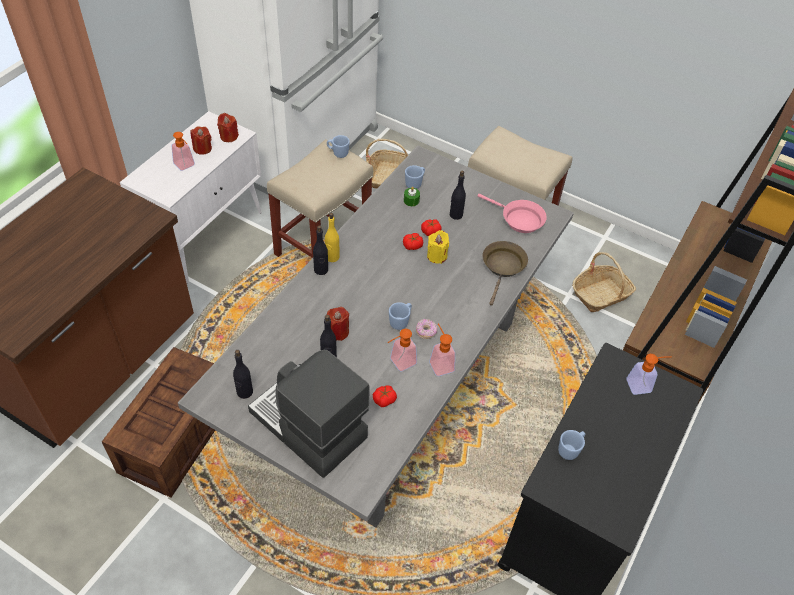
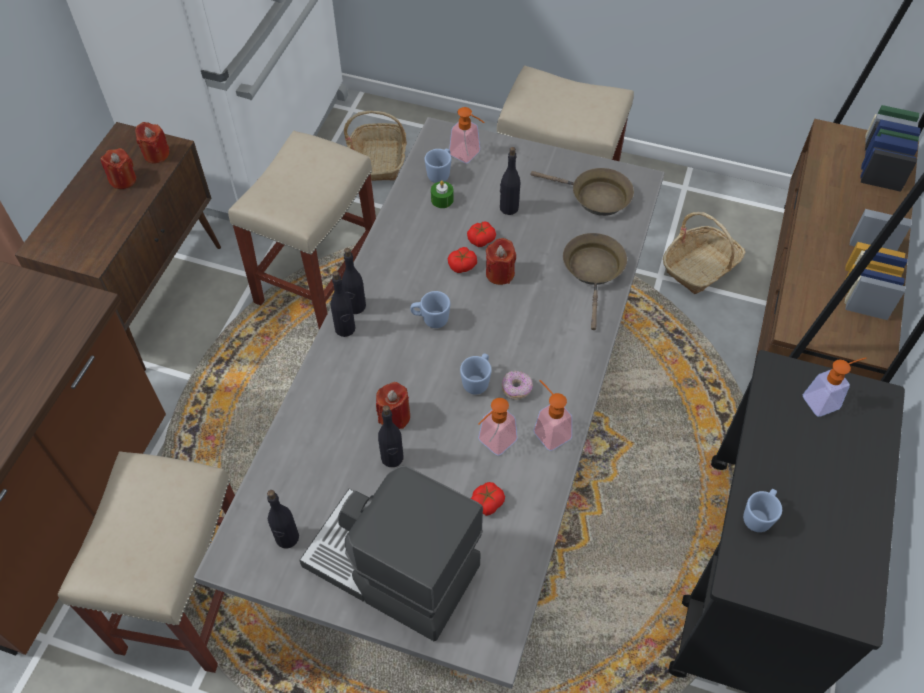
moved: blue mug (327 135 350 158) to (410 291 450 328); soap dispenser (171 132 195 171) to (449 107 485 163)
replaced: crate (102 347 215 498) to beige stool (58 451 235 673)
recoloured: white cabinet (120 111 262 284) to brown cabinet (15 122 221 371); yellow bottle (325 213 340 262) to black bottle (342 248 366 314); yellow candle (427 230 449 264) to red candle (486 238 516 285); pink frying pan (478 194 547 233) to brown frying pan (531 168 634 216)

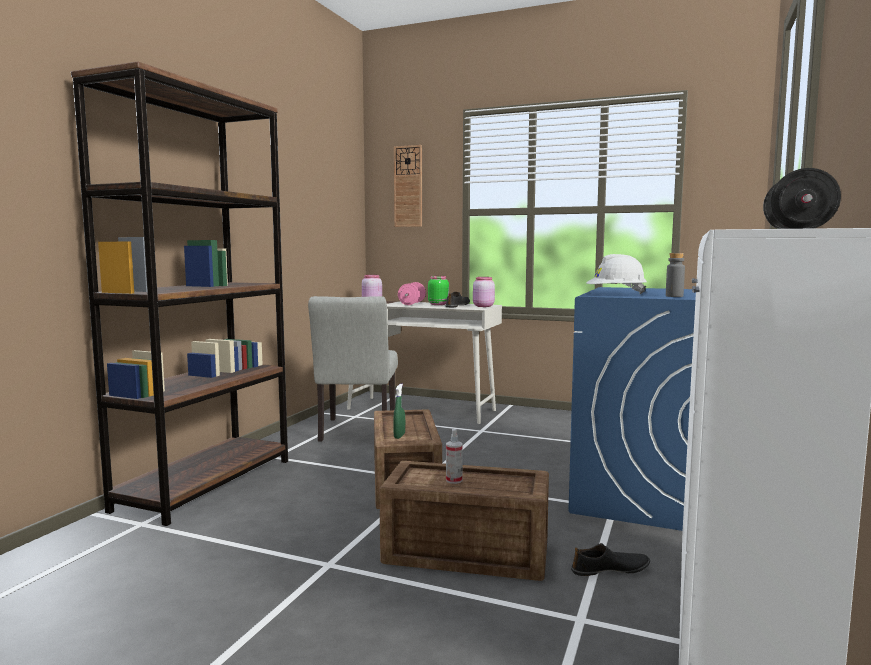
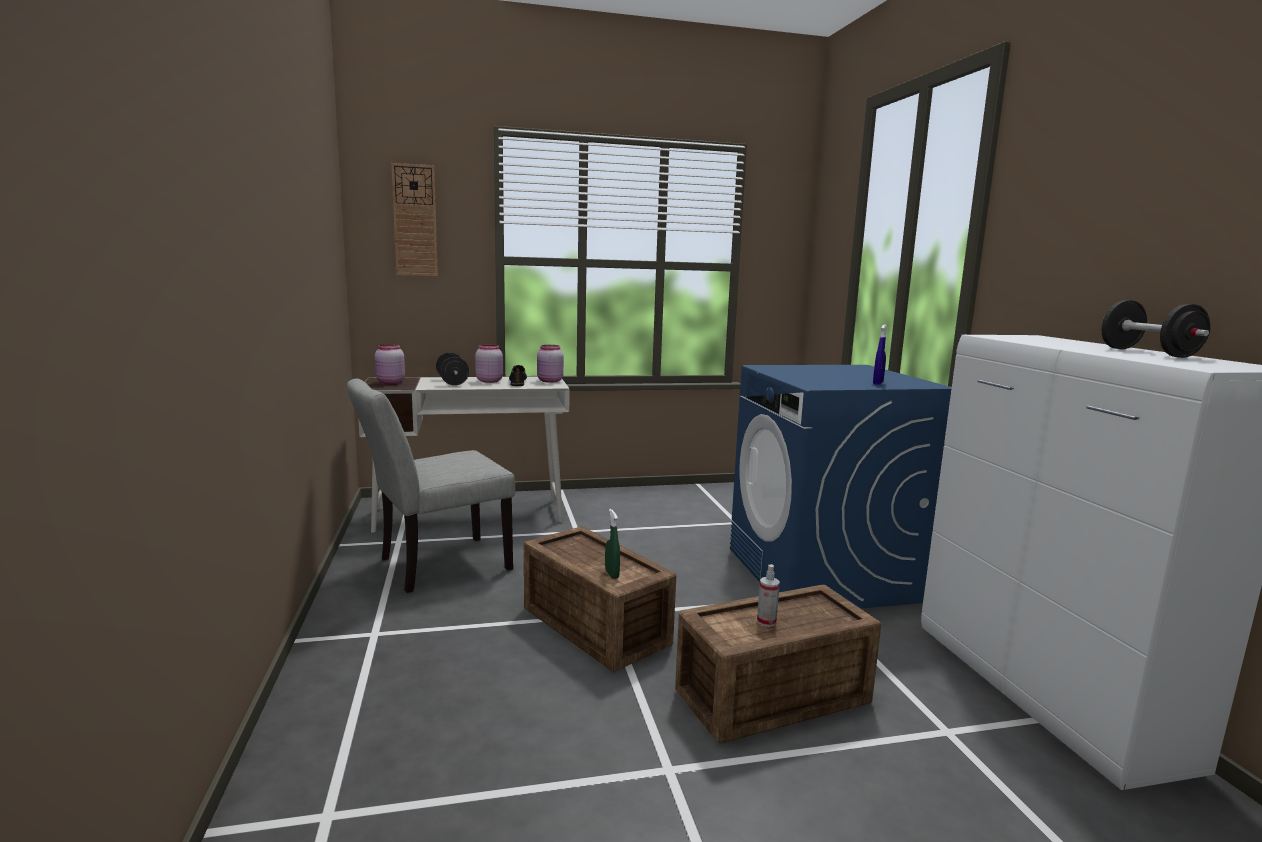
removed: brown bookcase (71 61 288 526); black shoe (571 543 650 576); white hard hat (586 254 647 294)
replaced: grey bottle (666 253 685 297) to blue spray bottle (873 324 887 385)
recoloured: pink dumbbell (398 282 426 305) to black dumbbell (436 352 469 385); green jar (428 276 449 305) to pink jar (475 344 503 383)
turned: grey chair (308 296 398 442) = (347 379 515 593) 90 degrees clockwise

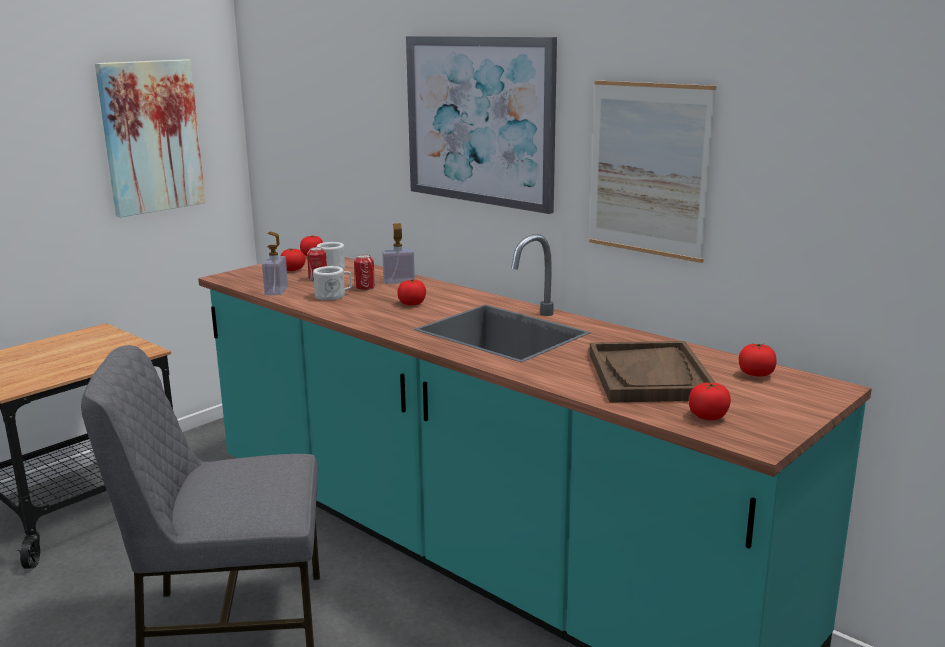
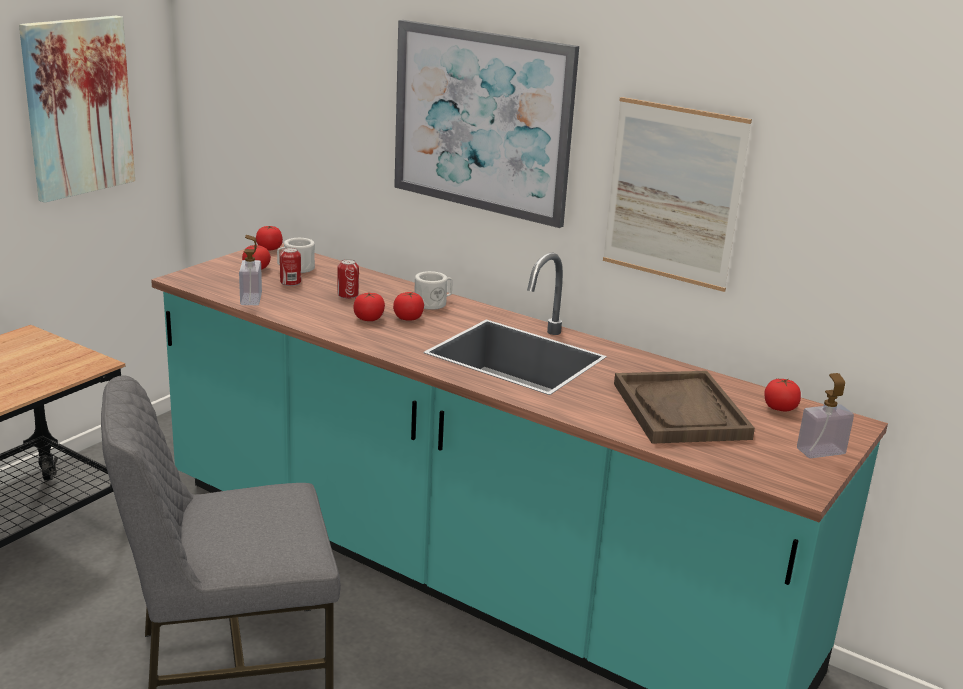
moved: tomato (689 382 731 420) to (353 293 385 321); white mug (313 266 352 300) to (414 271 453 310); soap dispenser (382 223 415 284) to (797 373 854 458)

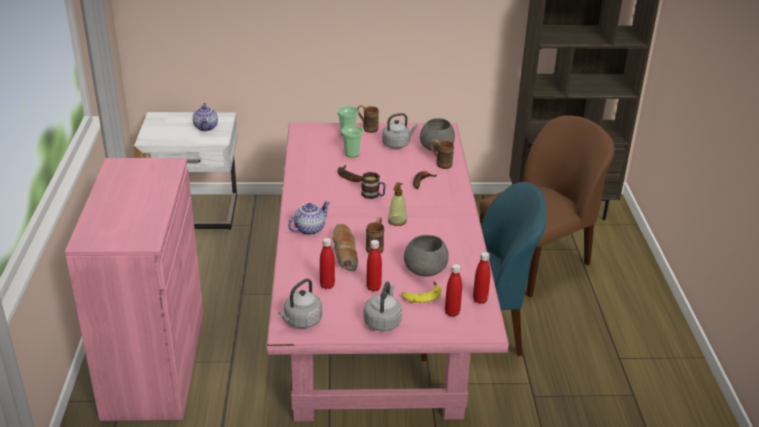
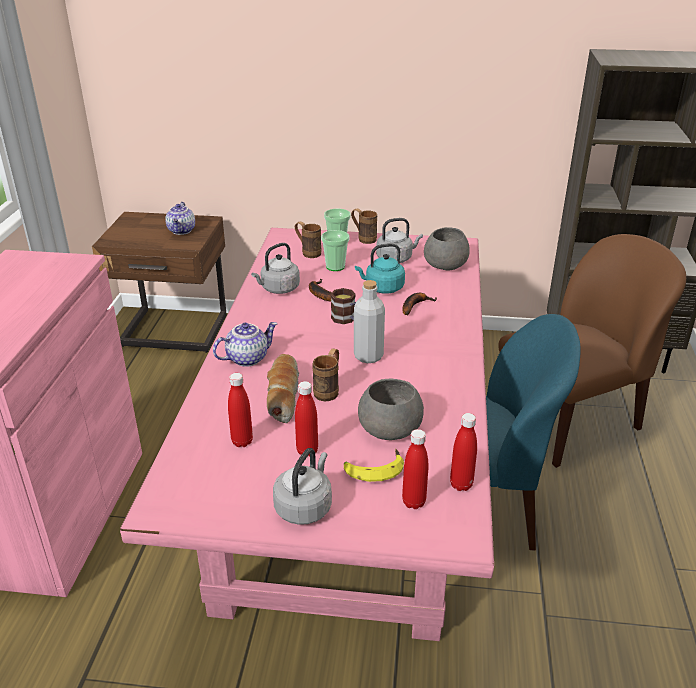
added: turquoise kettle (355 243 405 294)
moved: grey kettle (278 279 322 328) to (251 243 300 294); brown mug (430 139 454 169) to (295 222 321 258)
replaced: soap dispenser (388 182 407 226) to grey bottle (354 280 385 363)
recoloured: white nightstand (134 112 238 230) to brown nightstand (92 212 227 353)

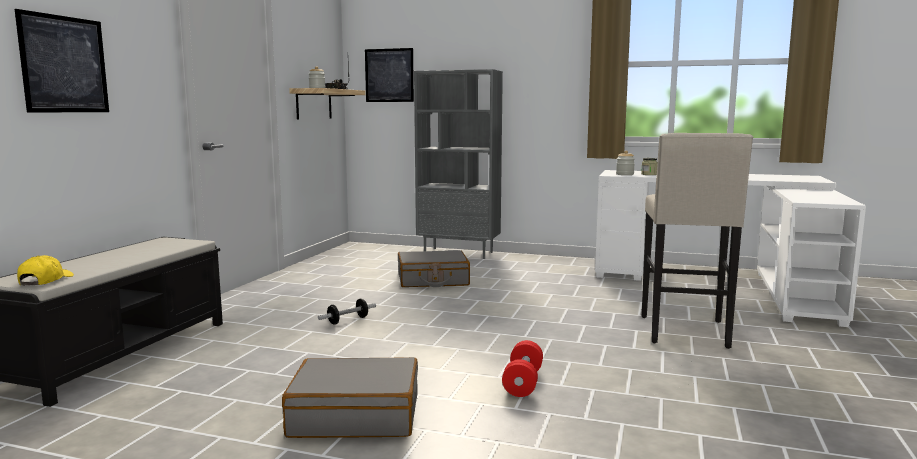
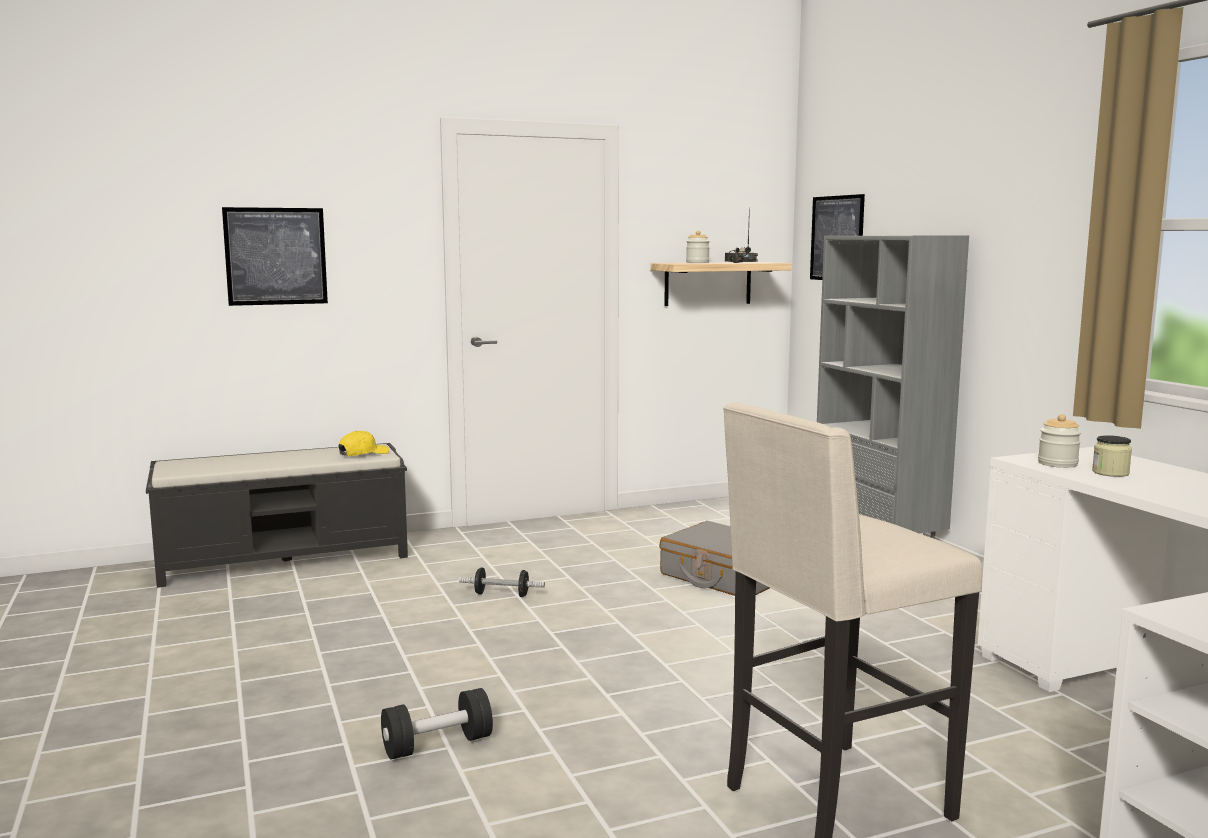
removed: grey suitcase (282 357 418 438)
moved: yellow cap (17 255 74 286) to (338 430 389 456)
recoloured: red dumbbell (502 340 543 397) to black dumbbell (381 688 493 760)

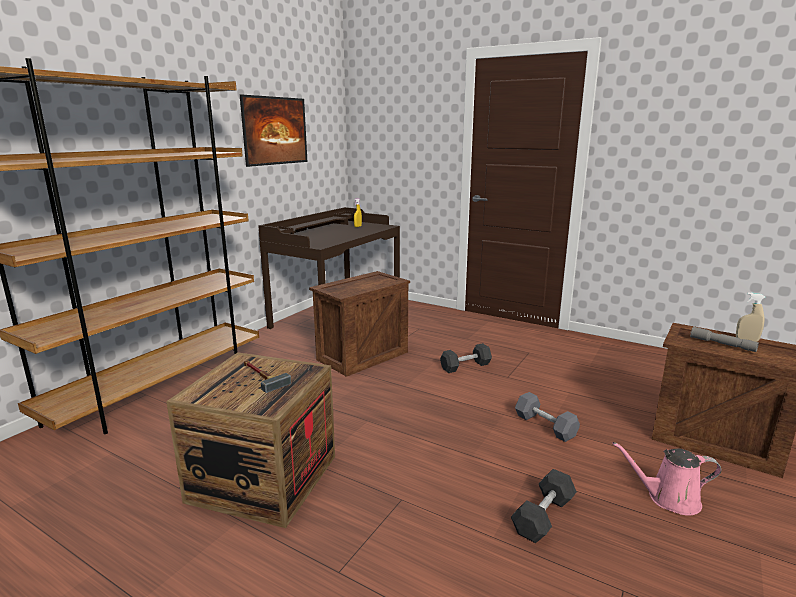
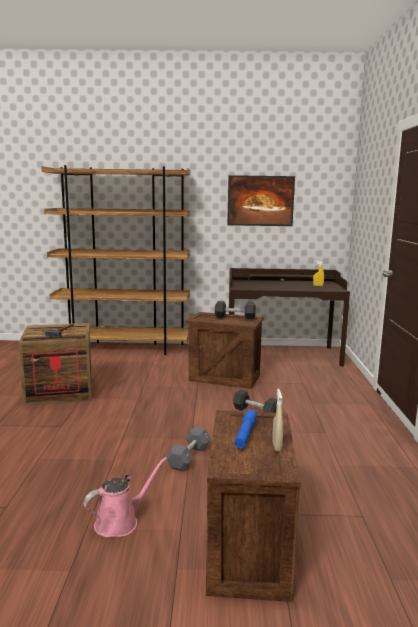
moved: black dumbbell (511 469 577 543) to (215 301 256 319)
recoloured: grey flashlight (690 326 759 352) to blue flashlight (235 410 257 448)
turned: pink watering can (612 442 721 516) = (84 457 167 537) 75 degrees clockwise

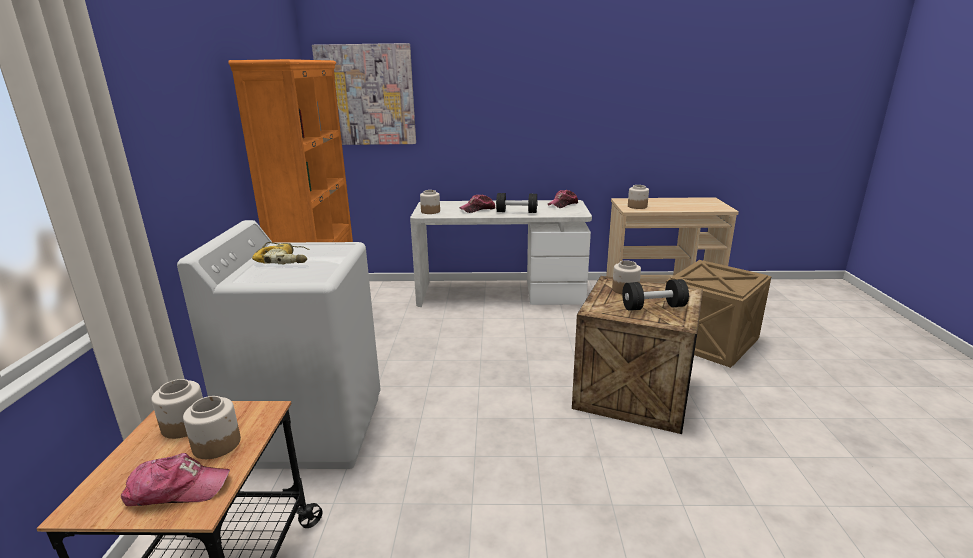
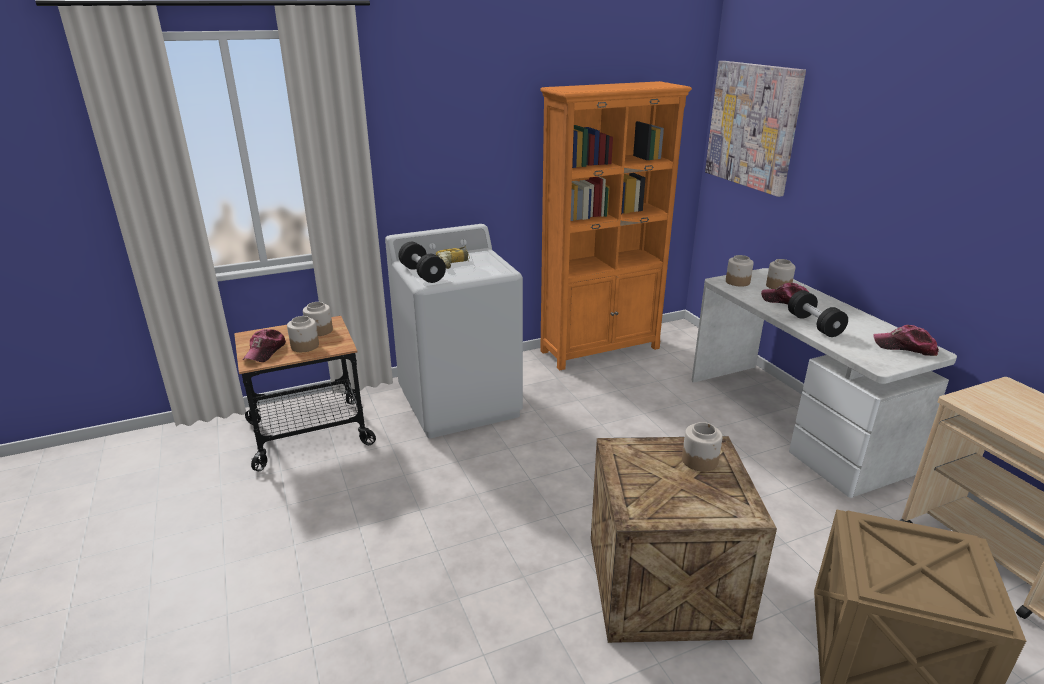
moved: black dumbbell (622 279 689 311) to (398 242 446 283); jar (628 185 649 209) to (766 259 795 289)
turned: cap (121 453 230 506) = (242 329 286 362) 45 degrees clockwise

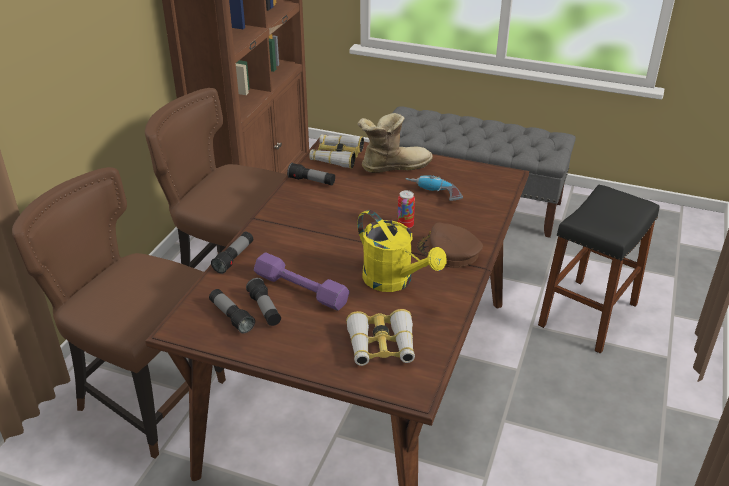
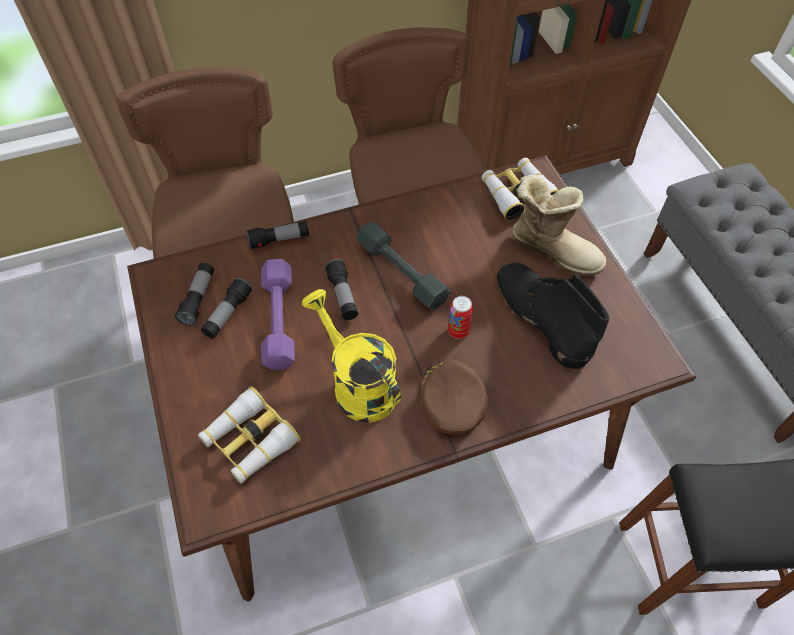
added: grey dumbbell (356 221 451 310)
moved: flashlight (287 163 335 185) to (325 259 358 320)
replaced: power drill (406 175 463 201) to black boot (497 263 610 369)
turned: yellow watering can (357 210 447 292) = (302 289 401 423) 135 degrees clockwise

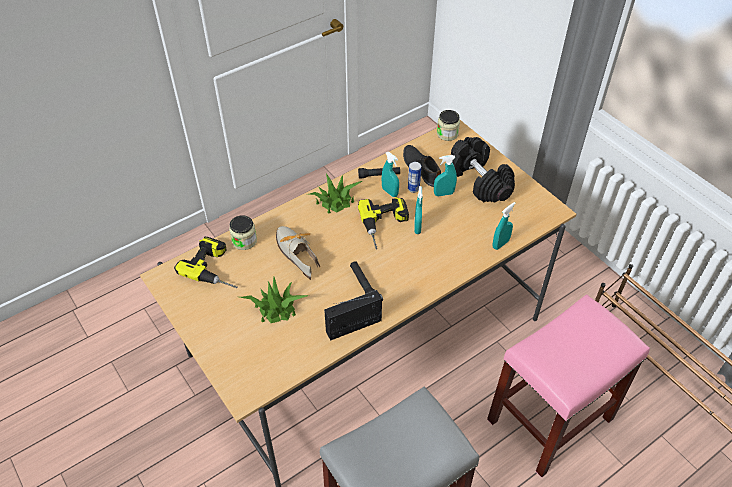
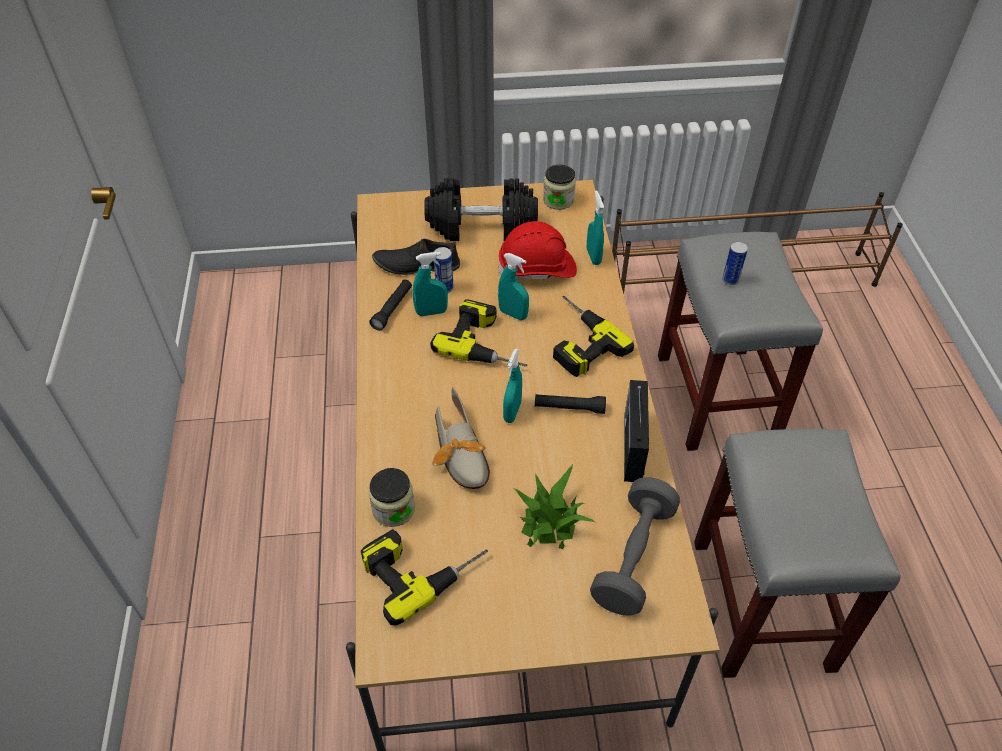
removed: potted plant (306 173 362 214)
added: red hard hat (498 221 577 280); power drill (553 296 634 377); grey dumbbell (590 477 680 616); can (722 241 748 285)
moved: turquoise spray bottle (434 155 457 196) to (503 349 522 423); jar (437 110 460 141) to (543 165 576 210)
recoloured: pink stool (487 294 650 478) to grey stool (658 232 823 451)
turned: shoe (276 226 320 280) = (432 387 490 489) 105 degrees counterclockwise

